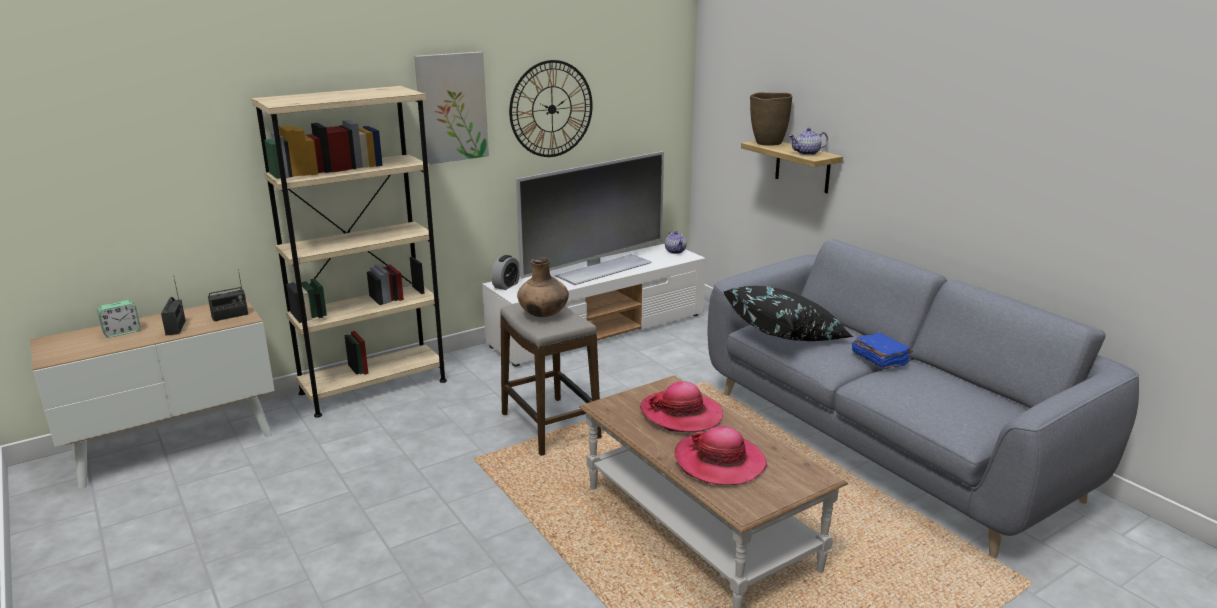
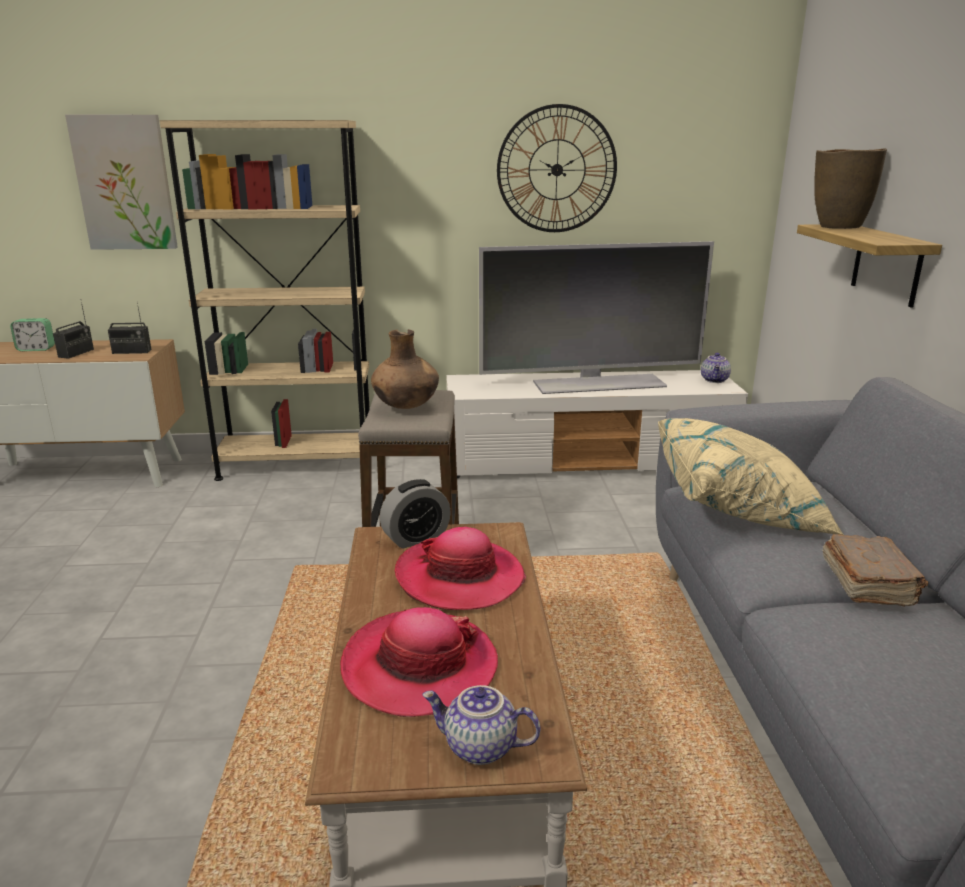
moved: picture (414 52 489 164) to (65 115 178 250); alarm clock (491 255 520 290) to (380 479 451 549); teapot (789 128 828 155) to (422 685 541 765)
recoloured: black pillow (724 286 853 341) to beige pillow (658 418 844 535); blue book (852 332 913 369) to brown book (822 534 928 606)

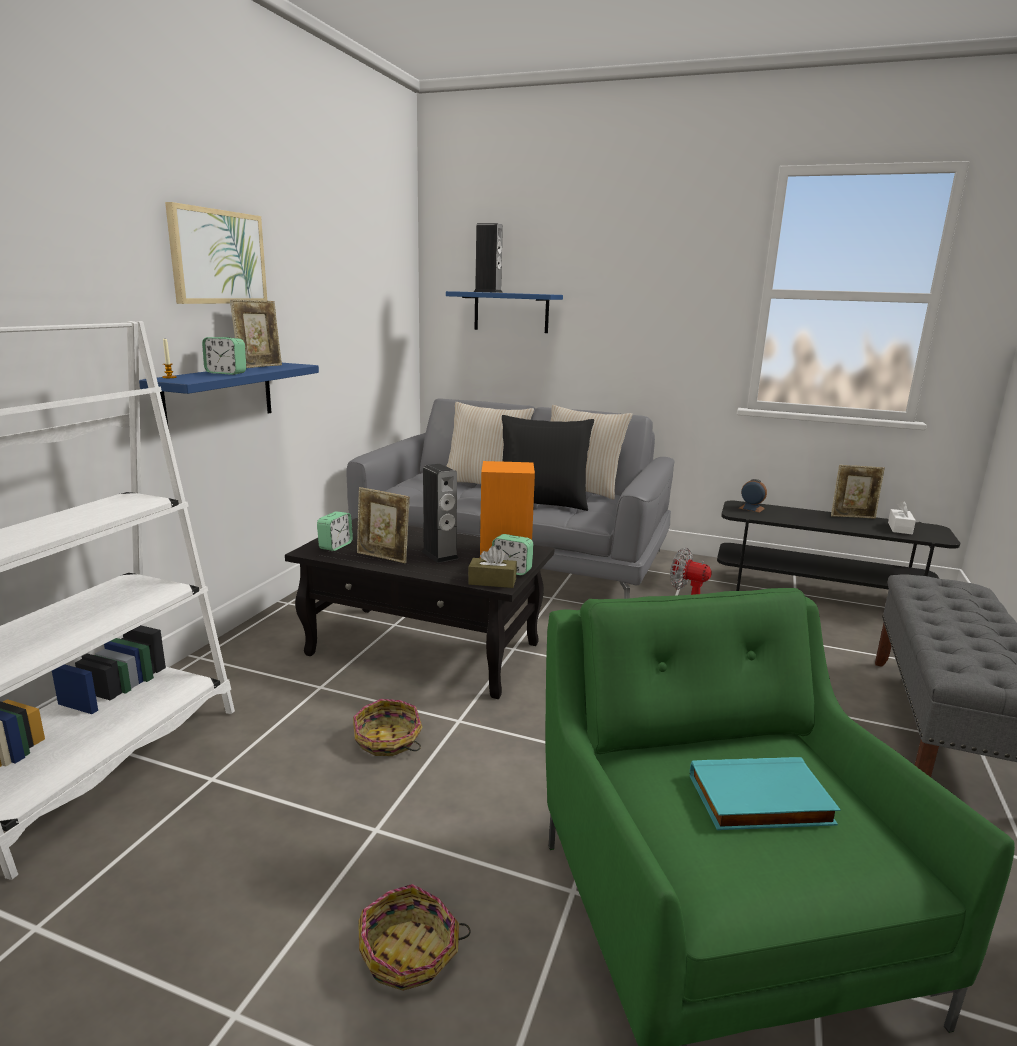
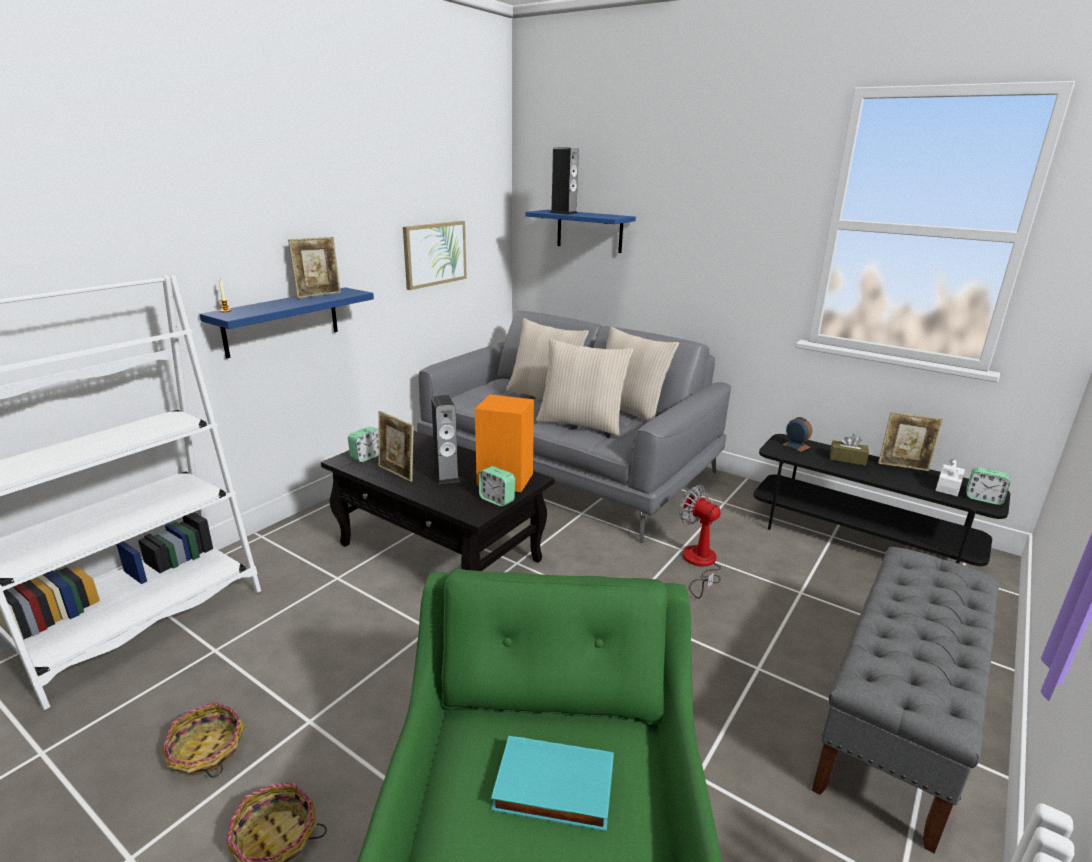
moved: basket (353 699 423 756) to (162 702 245 778); picture (165 202 267 304) to (403 221 467 290); brown tissue box (468 546 517 588) to (830 434 869 466); alarm clock (202 337 246 375) to (966 467 1010 505)
recoloured: black pillow (502 415 594 511) to beige pillow (536 339 634 436)

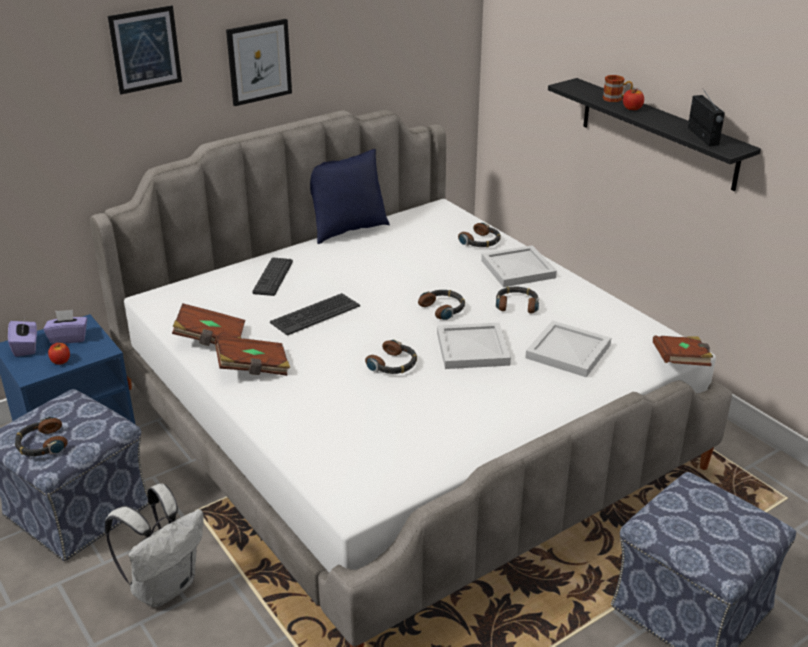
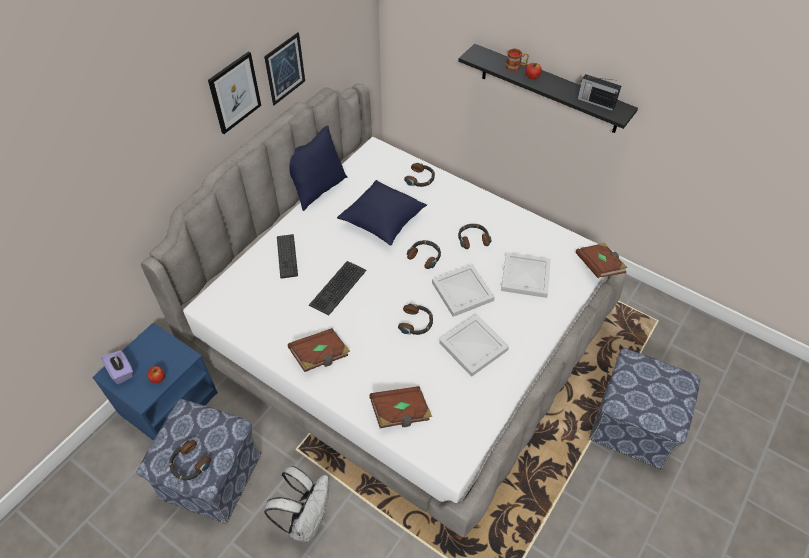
removed: purple tissue box (43 310 87 345)
added: blue pillow (337 180 427 246)
moved: picture (108 5 182 95) to (264 32 305 105); brown book (172 303 245 346) to (369 386 432 428); white tray (481 245 557 287) to (439 315 509 377)
turned: radio (688 89 725 146) = (578 74 621 111) 150 degrees clockwise

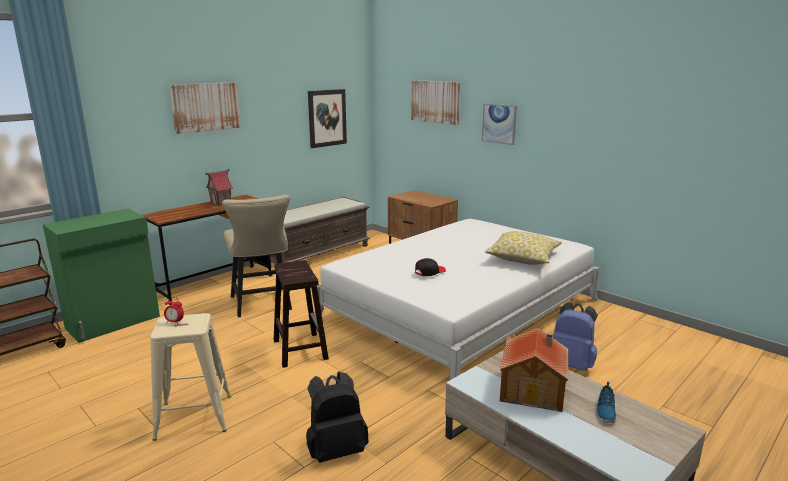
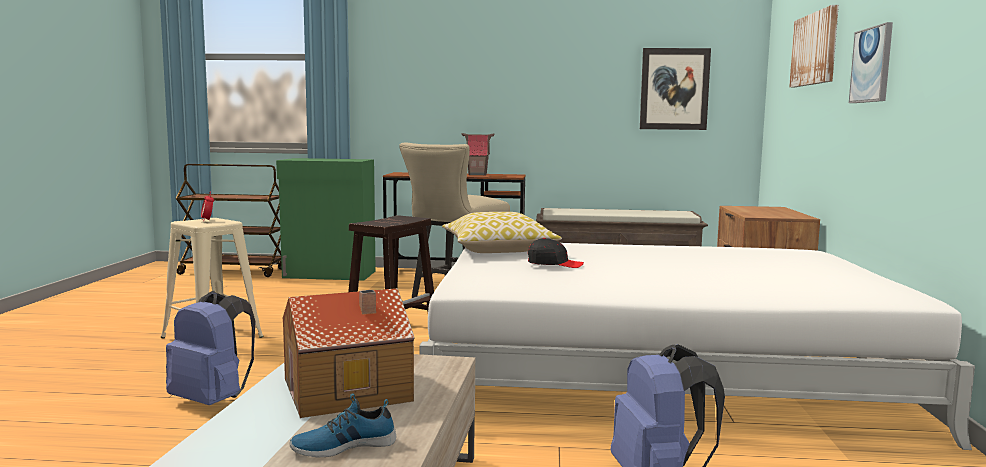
removed: picture (169 82 240 134)
moved: pillow (485 231 562 265) to (442 212 562 253)
recoloured: black backpack (306 372 369 463) to blue backpack (166 291 256 405)

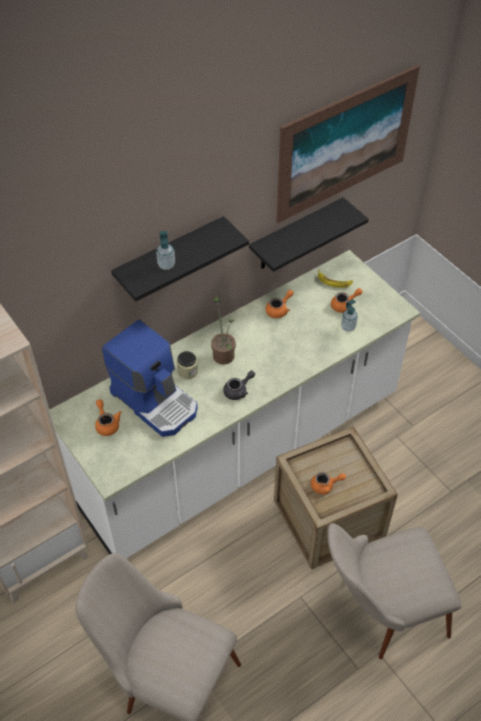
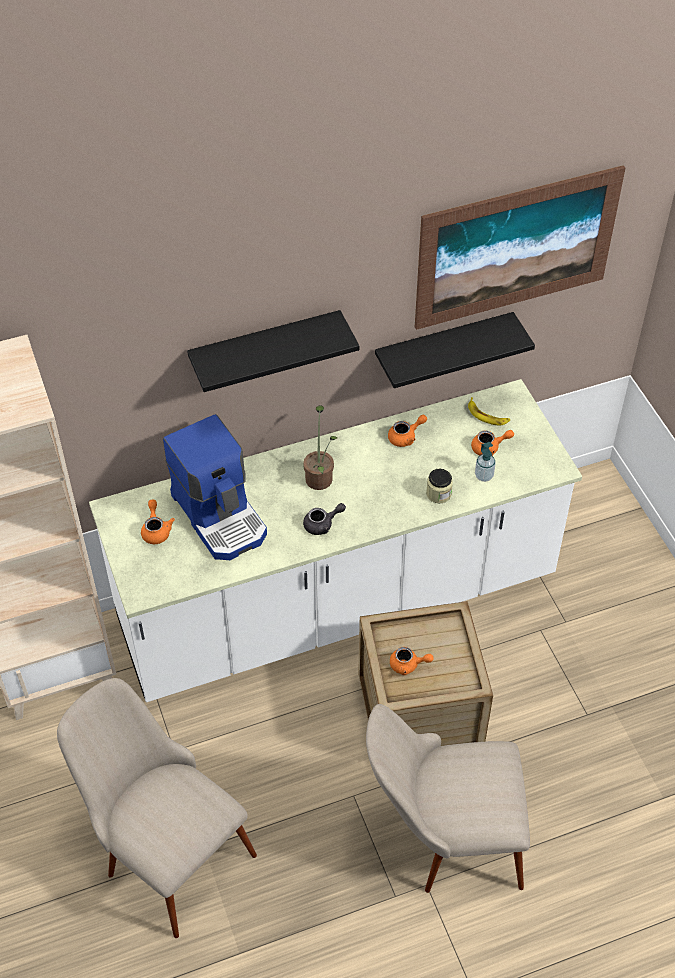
removed: soap dispenser (156 231 175 270)
moved: jar (177 351 198 379) to (426 469 453 503)

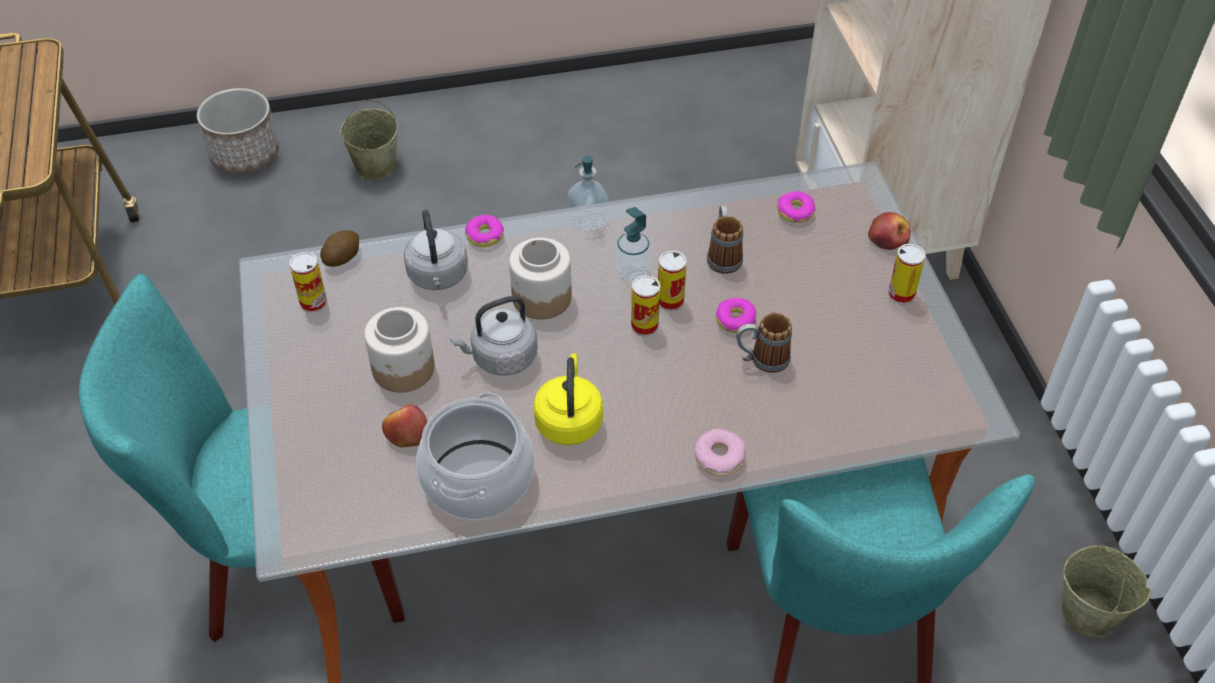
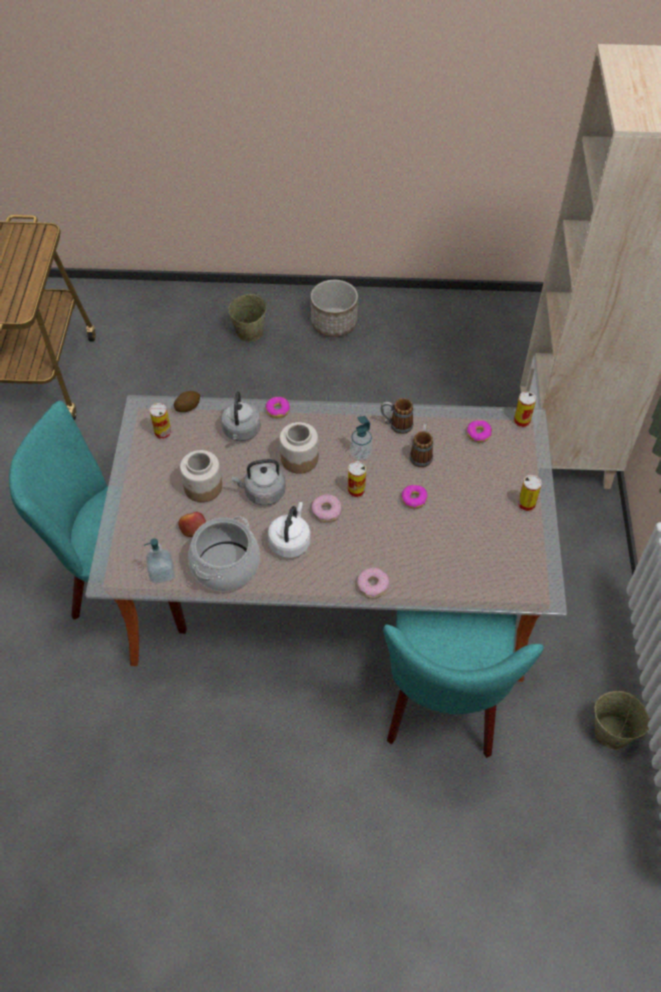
removed: apple (868 212 911 250)
added: donut (311 494 342 522)
moved: soap dispenser (568 156 609 232) to (144 538 175 583); planter (197 88 279 174) to (311 280 358 337); mug (736 312 792 373) to (381 398 413 434); can (658 250 687 311) to (514 391 536 428)
recoloured: yellow kettle (534 353 603 445) to white kettle (268 502 311 558)

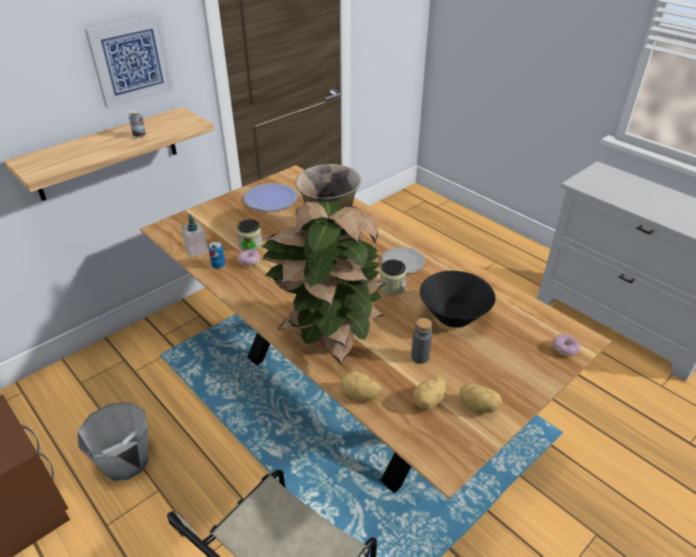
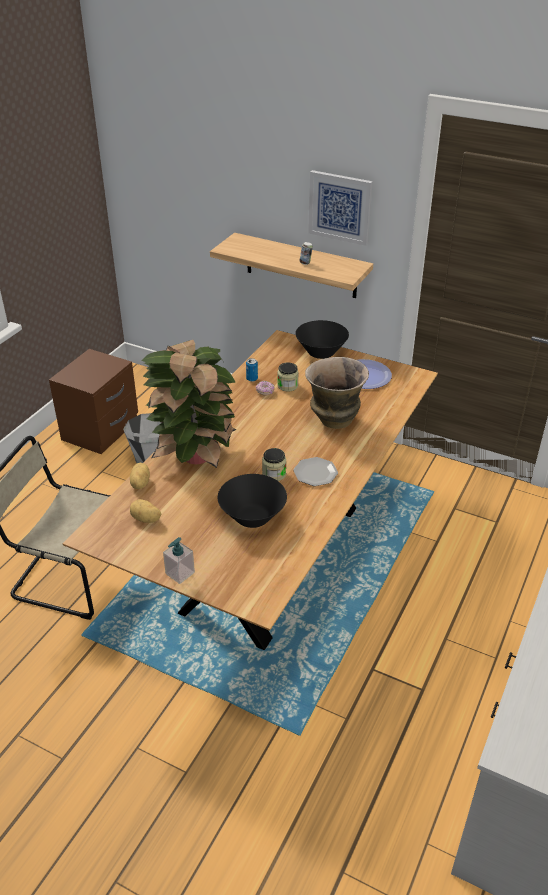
removed: grey bottle (411 318 432 364); potato (459 384 502 413); donut (553 334 580 357)
added: black bowl (295 320 349 359)
moved: soap dispenser (181 215 208 258) to (163 537 195 584)

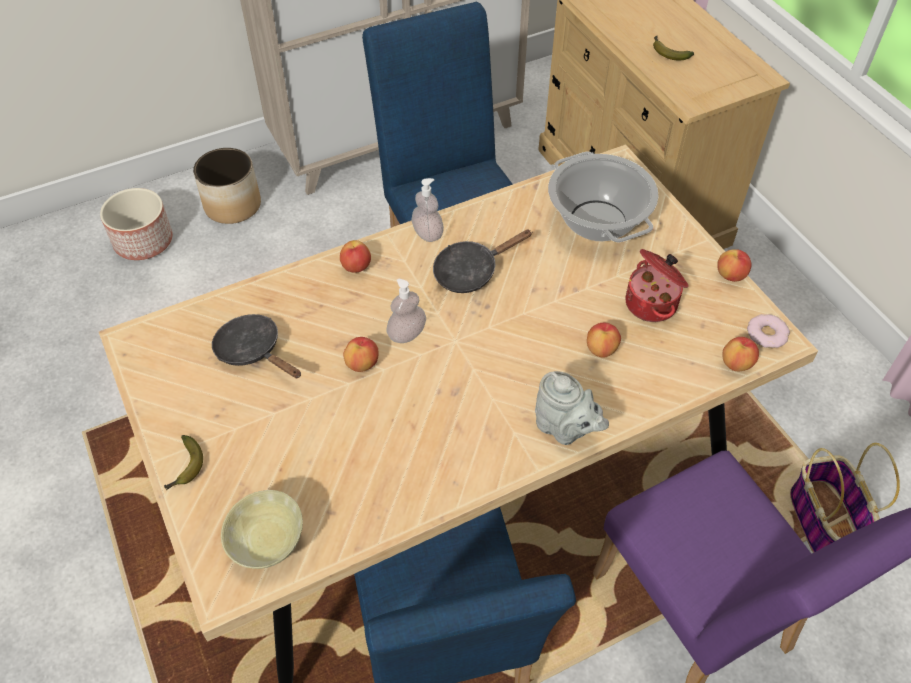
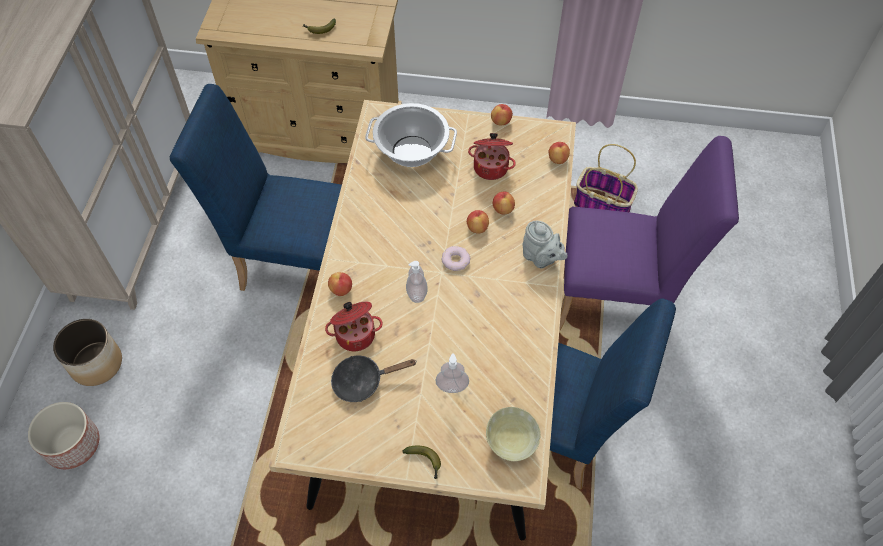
removed: black frying pan (433 230 532 293)
added: cooking pot (325 302 383 351)
moved: soap dispenser (412 178 444 242) to (435 353 469 393); donut (747 314 790 348) to (442 246 470 271); apple (343 337 378 372) to (467 210 489 234)
turned: grey teapot (535 371 609 445) = (522 221 567 268) 60 degrees clockwise

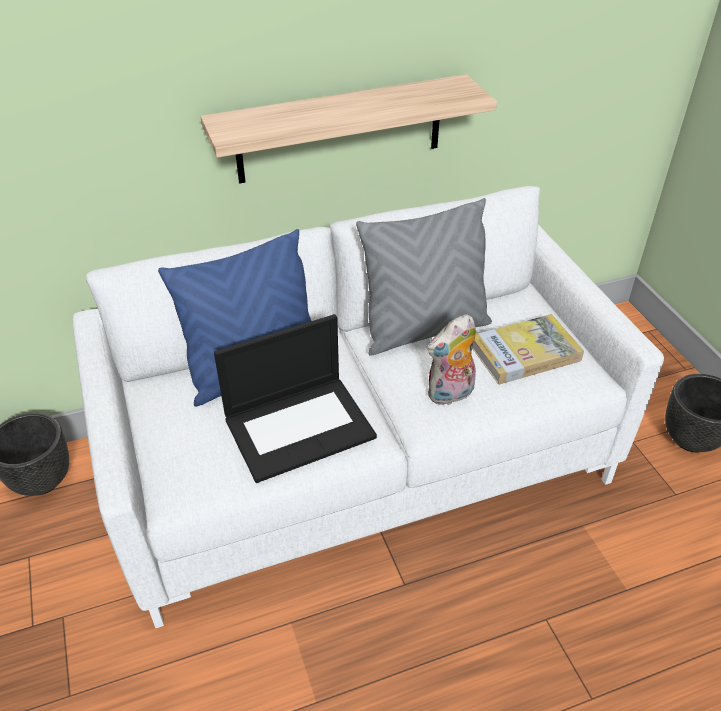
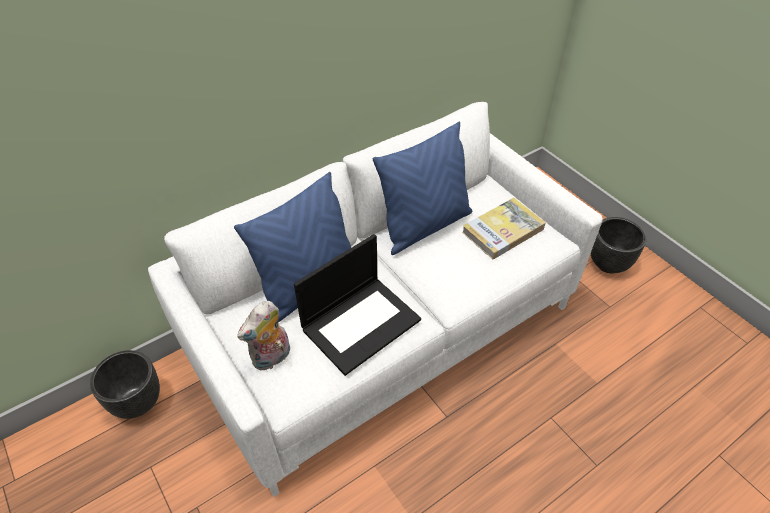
removed: shelf (200 74 497 184)
moved: plush toy (427 314 476 405) to (237 301 290 370)
recoloured: grey pillow (356 198 492 355) to blue pillow (373 122 472 255)

